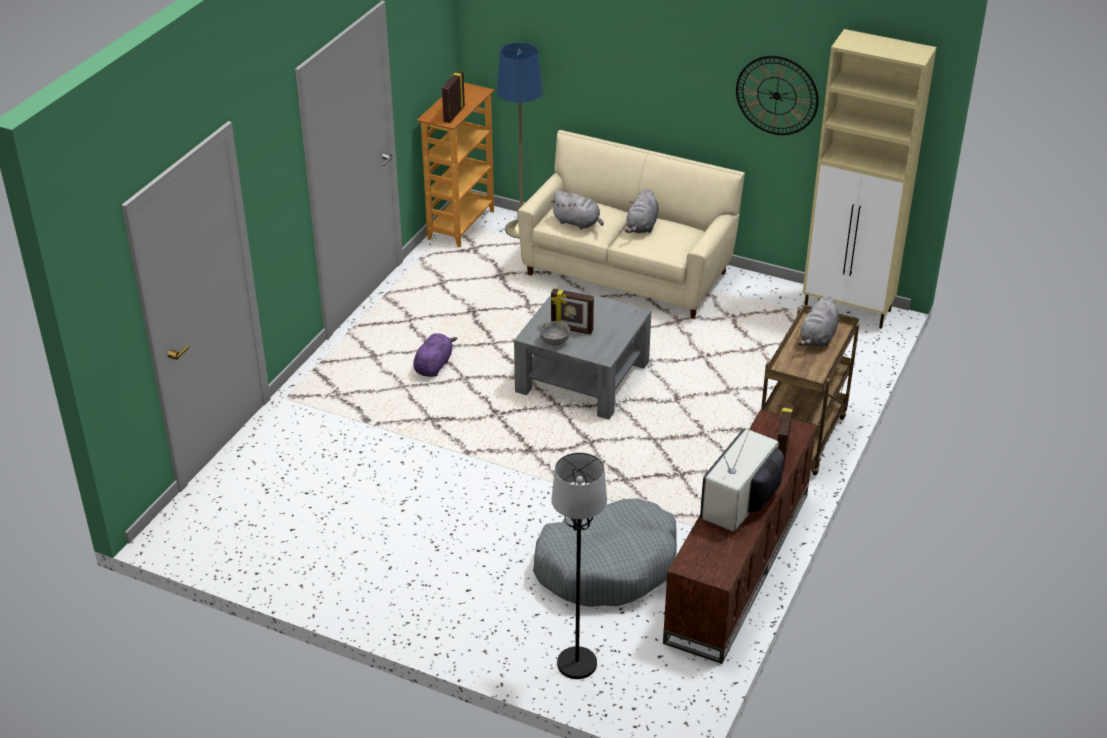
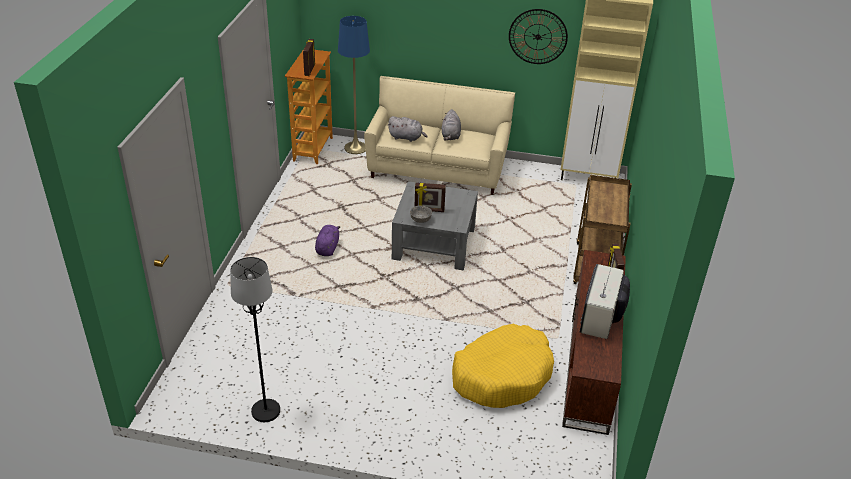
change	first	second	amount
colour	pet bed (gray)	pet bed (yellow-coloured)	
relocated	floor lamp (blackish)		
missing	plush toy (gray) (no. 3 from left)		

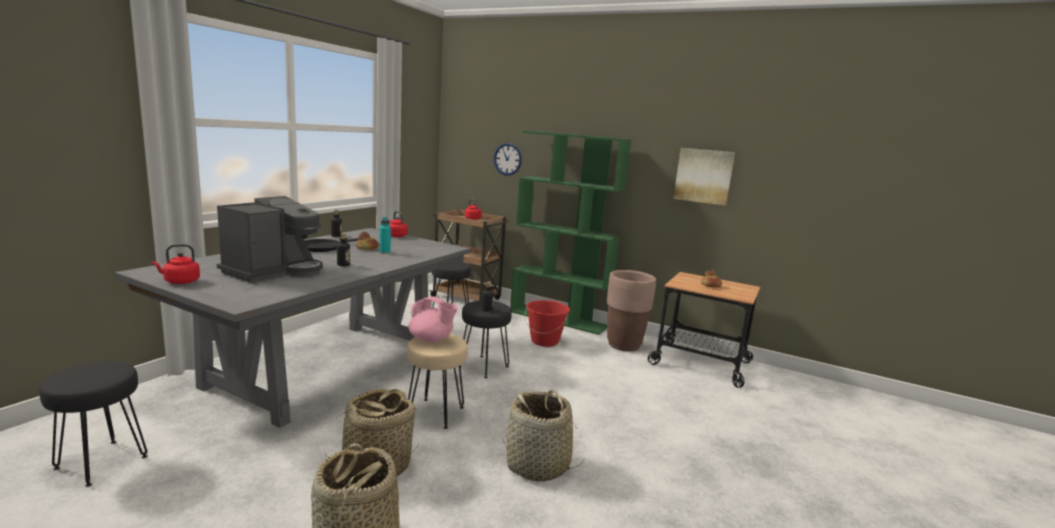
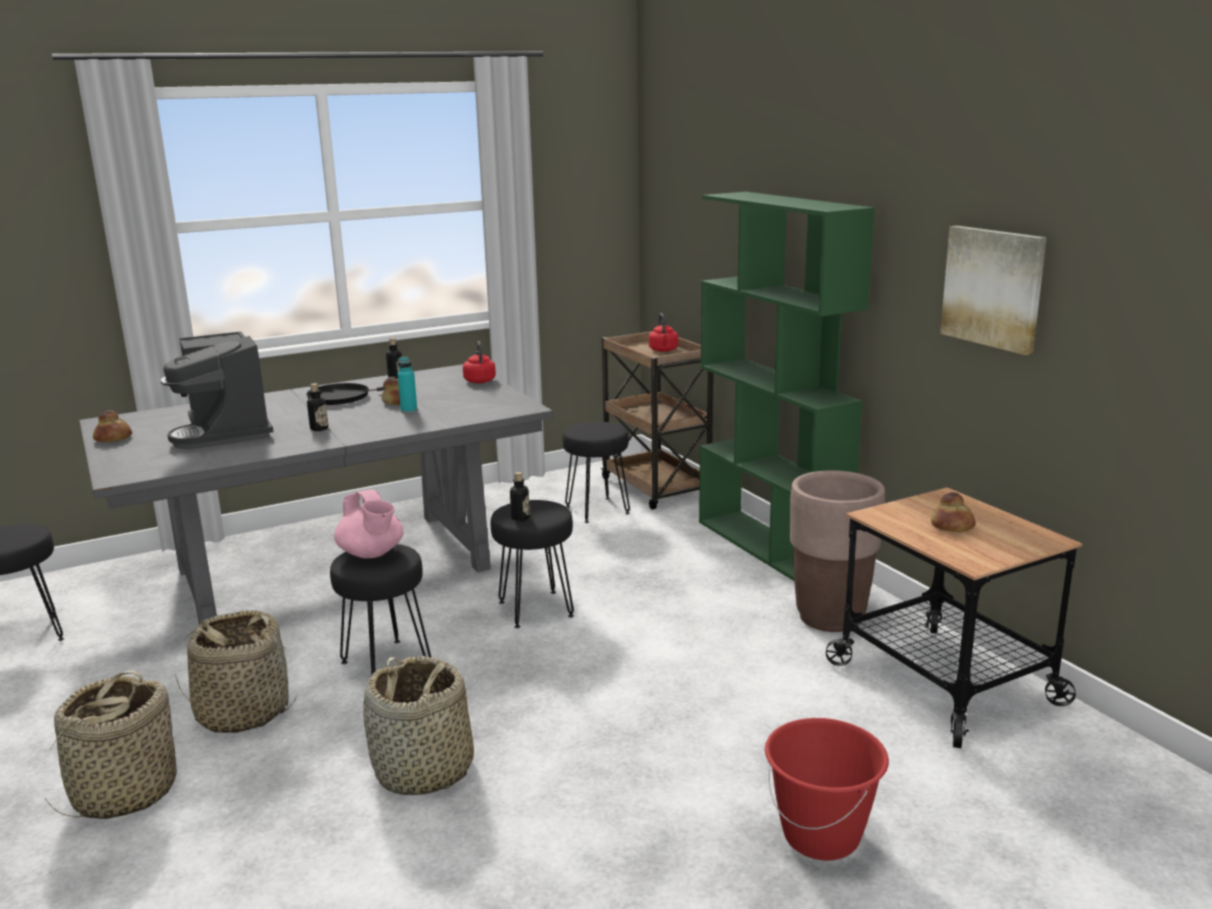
change	first	second	amount
exchanged	kettle (red) (no. 1 from left)	bakery bread (no. 1 from left)	
spun	coffee brewer		90 degrees clockwise
colour	sitting stool (beige-coloured)	sitting stool (blackish) (no. 2 from left)	
missing	clock on the wall		
relocated	water bucket (red)		

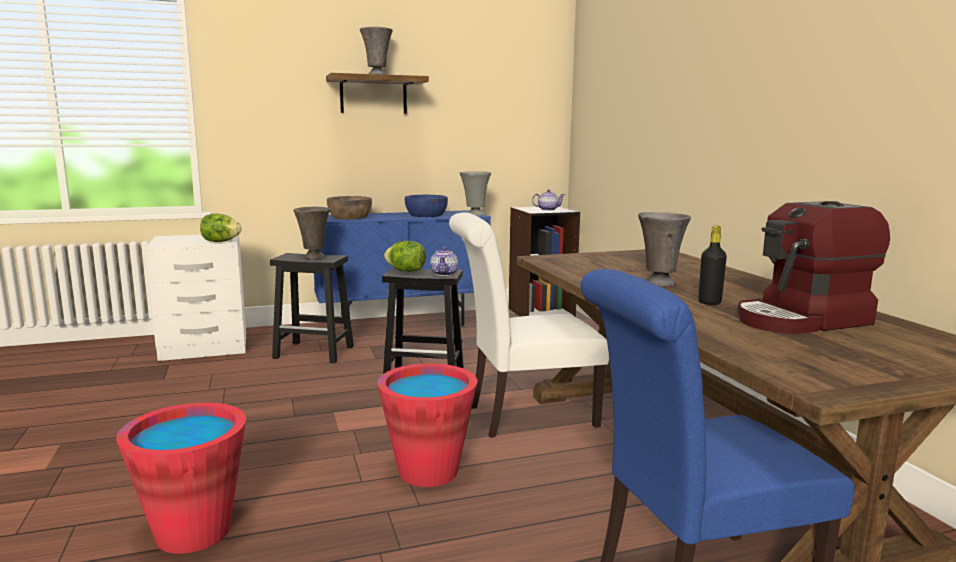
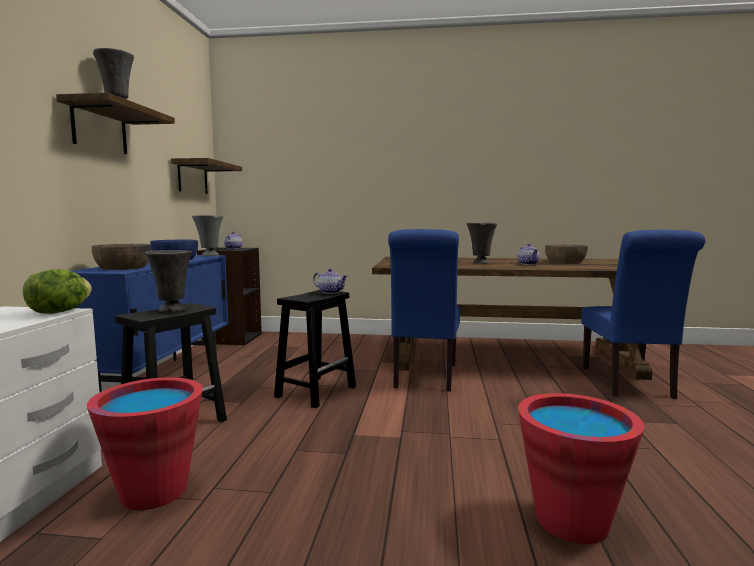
change	first	second	amount
relocated	water bucket (red) (no. 2 from left in the first image)	water bucket (red) (no. 1 from left)	
missing	lettuce head (no. 2 from left)		
colour	upright chair (whitish)	upright chair (blue-coloured) (no. 1 from left)	
exchanged	bottle (blackish)	tea pot (no. 3 from left)	
exchanged	coffee brewer	bowl (brown) (no. 2 from left)	
appeared		shelf (no. 2 from left)	

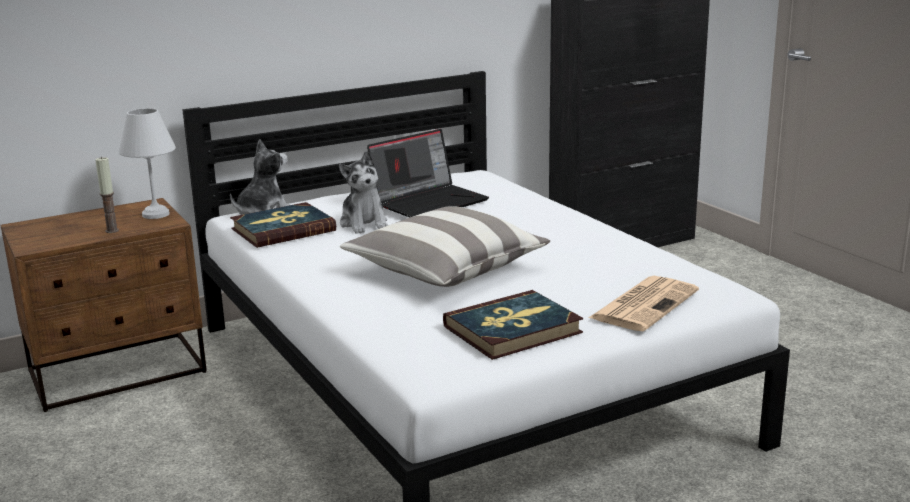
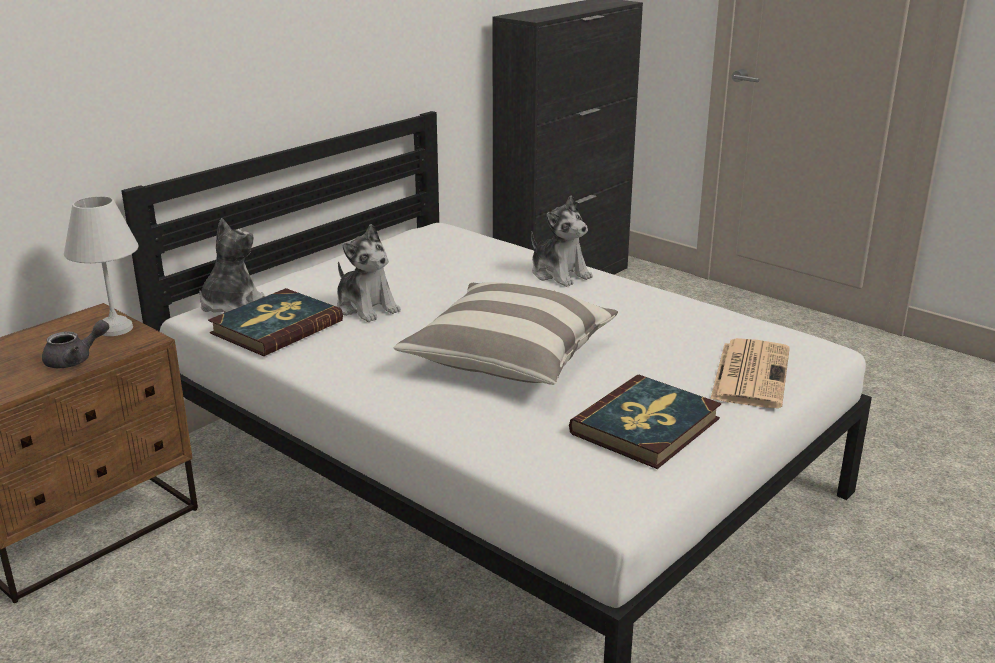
change	first	second	amount
exchanged	wax candle	tea pot (gray)	
missing	portable computer		
appeared		plush toy (no. 3 from left)	

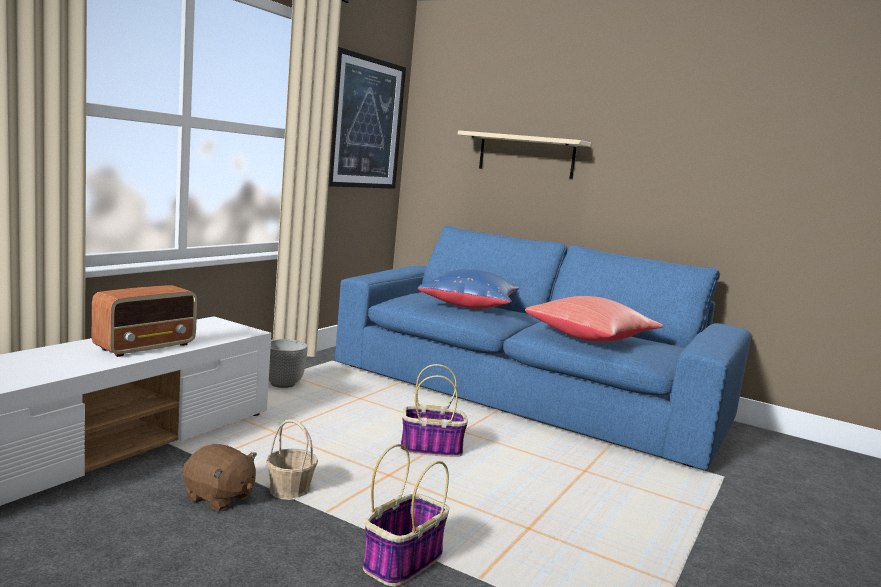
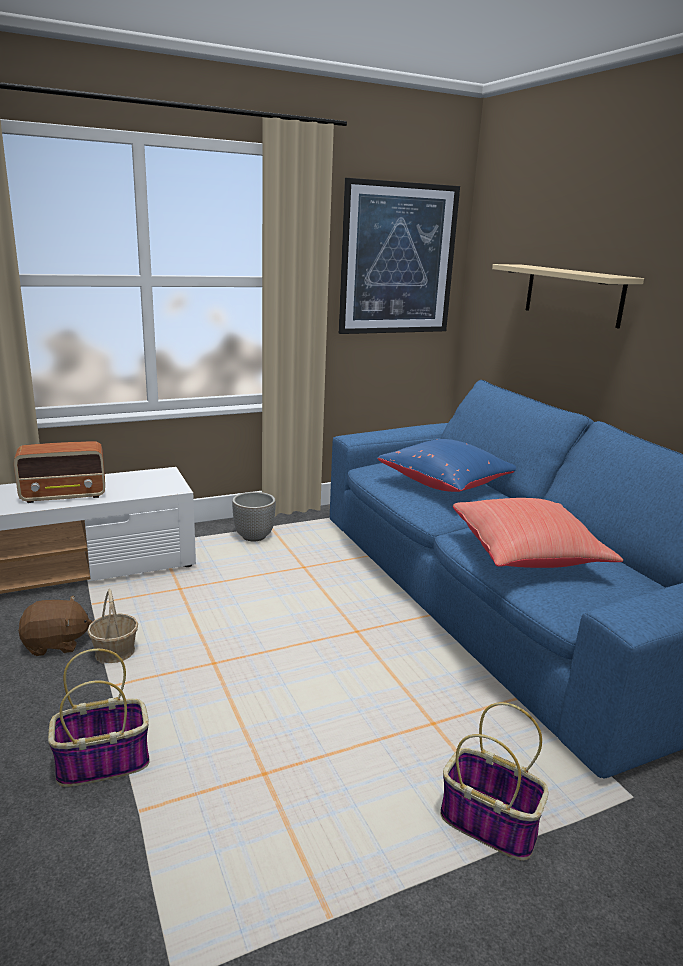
change	first	second	amount
spun	plush toy (brown)		75 degrees counterclockwise
relocated	storage basket (no. 3 from left)		

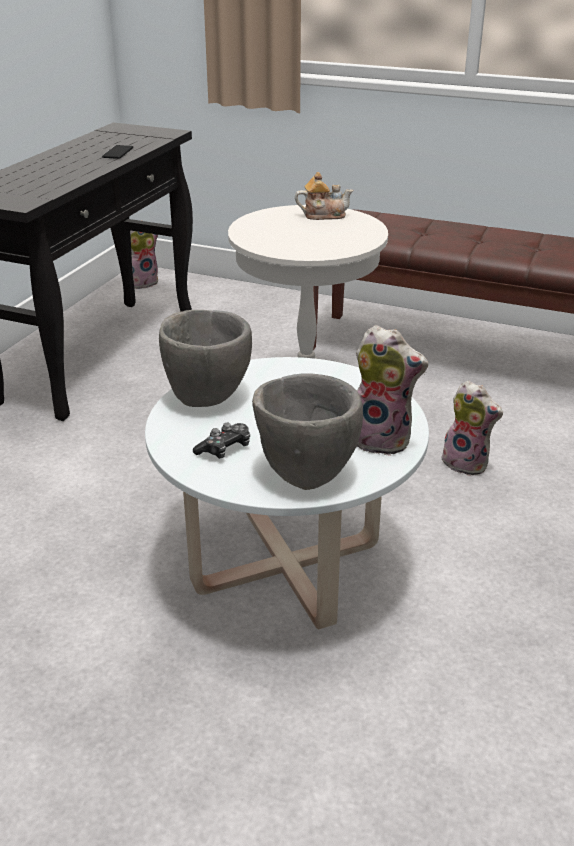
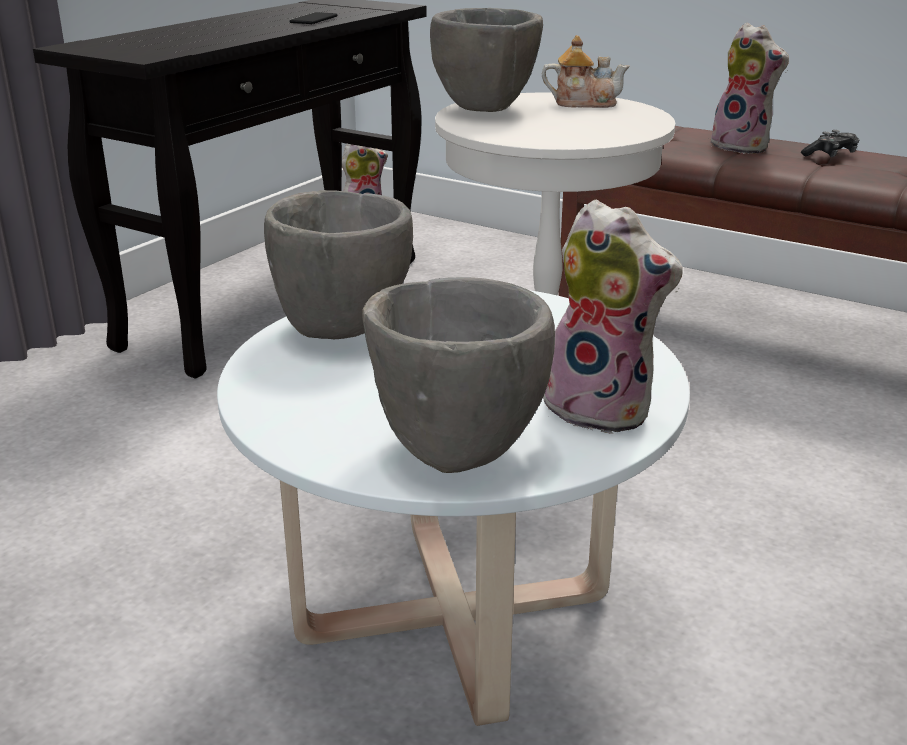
change	first	second	amount
relocated	game controller		
relocated	plush toy (no. 3 from left)		
appeared		bowl (gray) (no. 3 from left)	

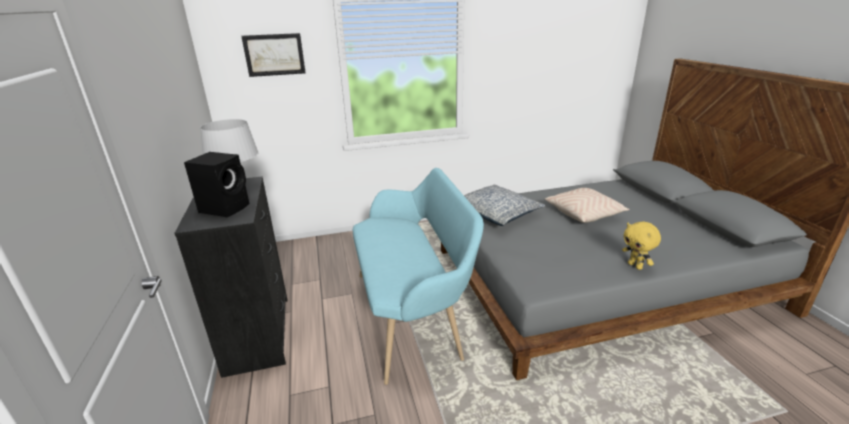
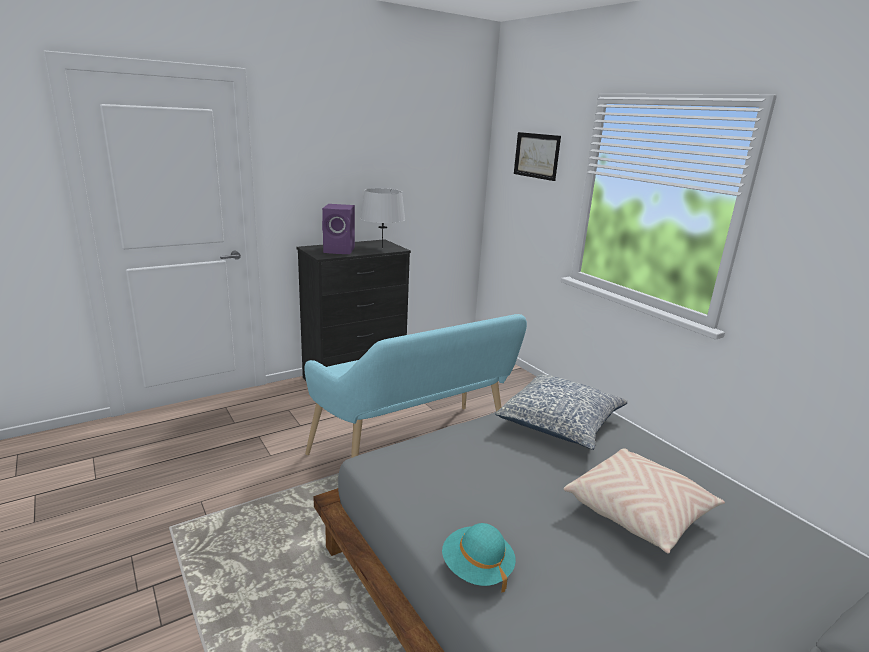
change	first	second	amount
colour	loudspeaker (blackish)	loudspeaker (purple)	
exchanged	plush toy (yellow-coloured)	wearable hat (turquoise-coloured)	

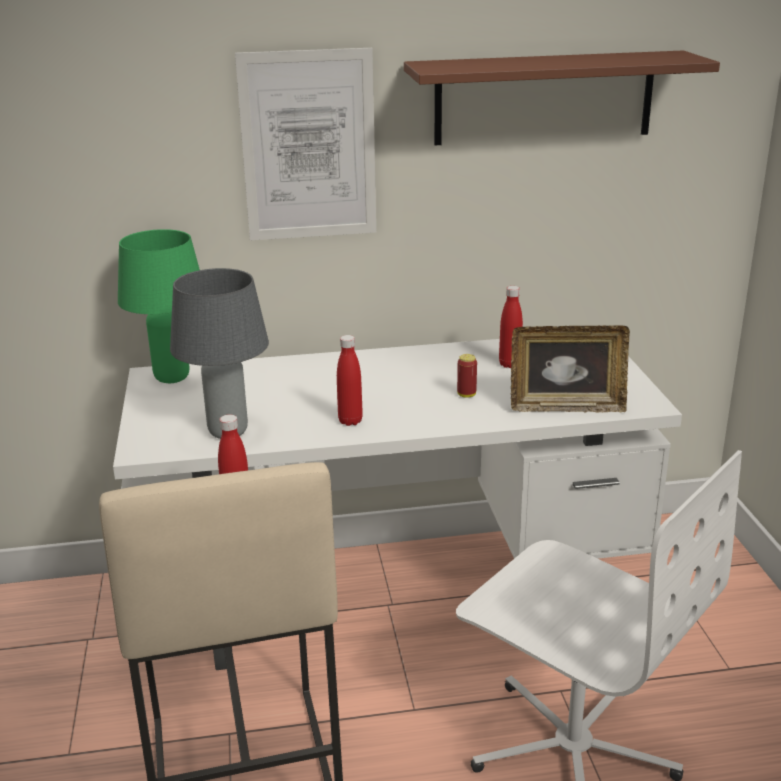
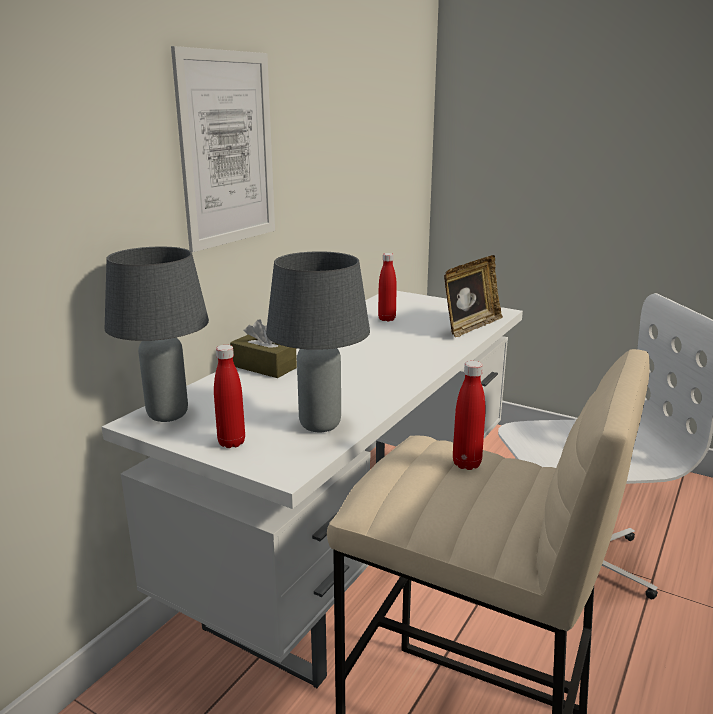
change	first	second	amount
colour	lamp for a table (green)	lamp for a table (gray) (no. 1 from left)	
relocated	bottle (red) (no. 2 from left in the first image)	bottle (red) (no. 1 from left)	
missing	shelf (brown)		
missing	can		
appeared		tissue box (brown)	

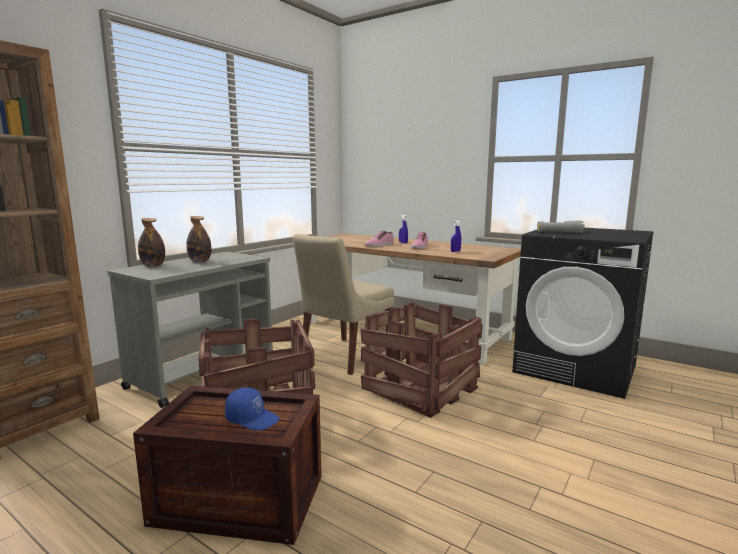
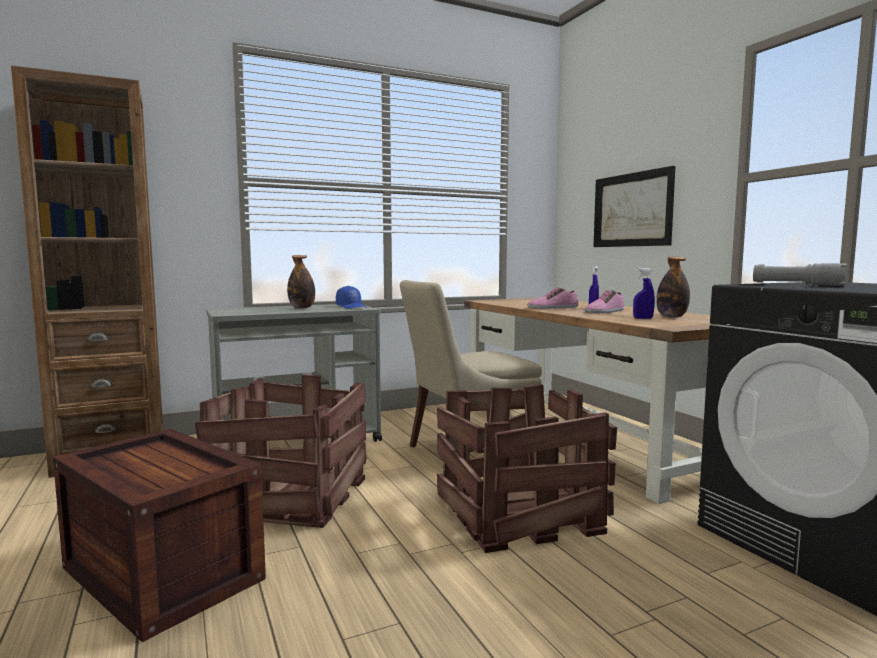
change	first	second	amount
relocated	bottle (no. 1 from left in the first image)	bottle (no. 2 from left)	
relocated	cap (blue-coloured)		
appeared		wall picture	

